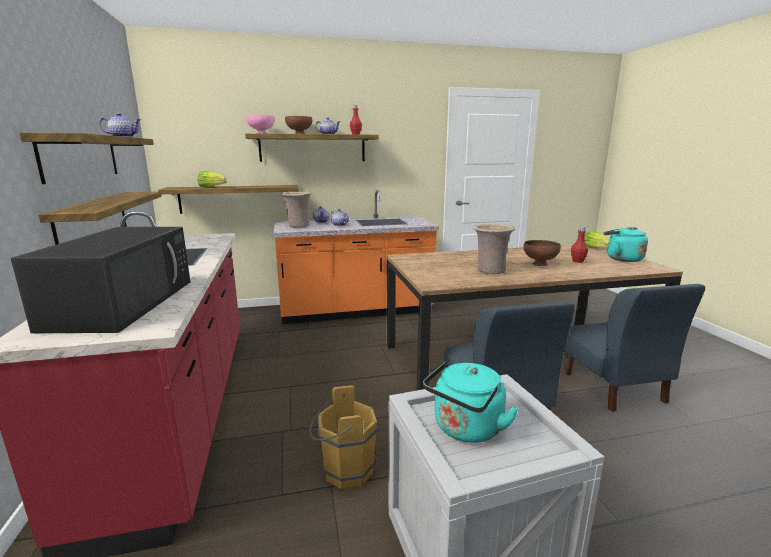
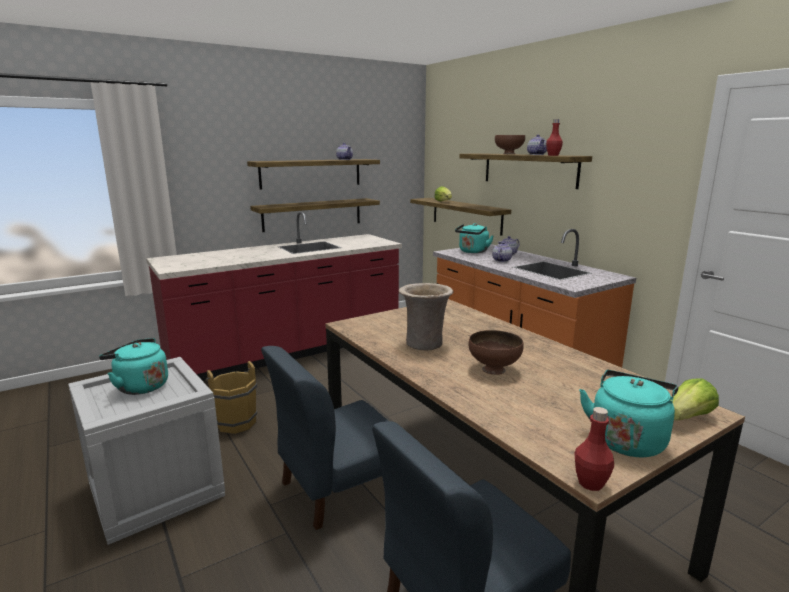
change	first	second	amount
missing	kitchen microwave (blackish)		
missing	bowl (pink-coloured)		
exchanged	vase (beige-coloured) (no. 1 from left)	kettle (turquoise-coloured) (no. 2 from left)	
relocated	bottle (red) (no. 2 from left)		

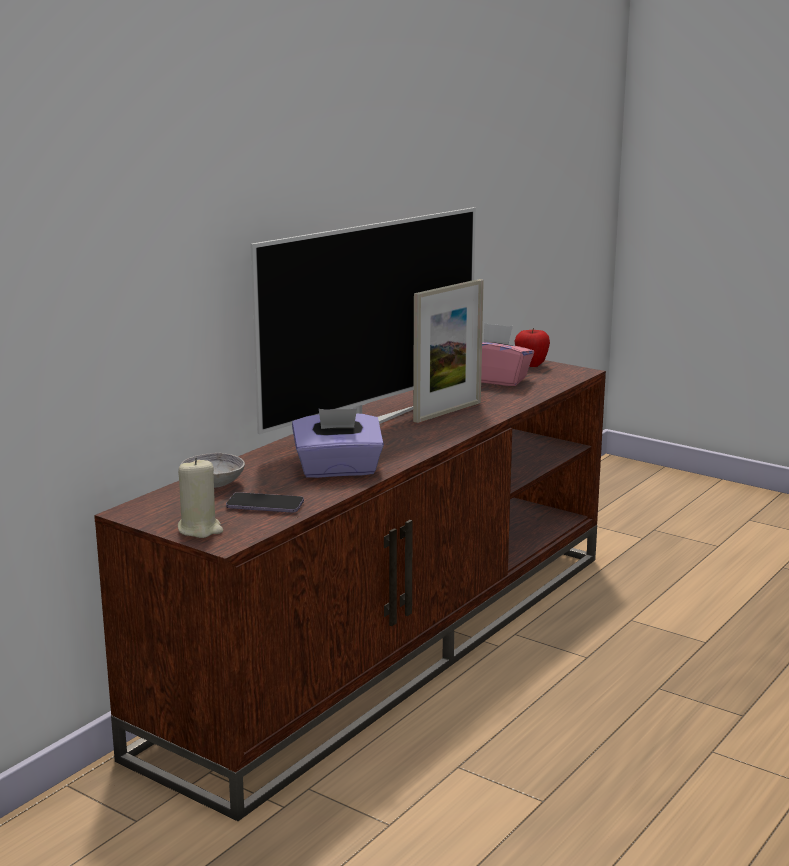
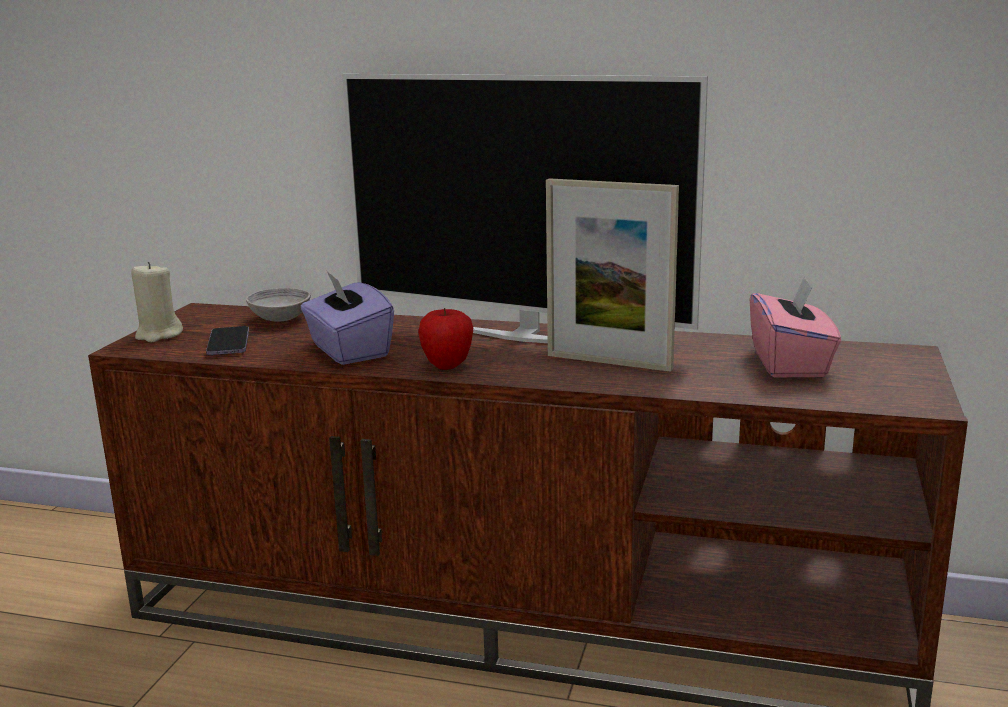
change	first	second	amount
relocated	apple		

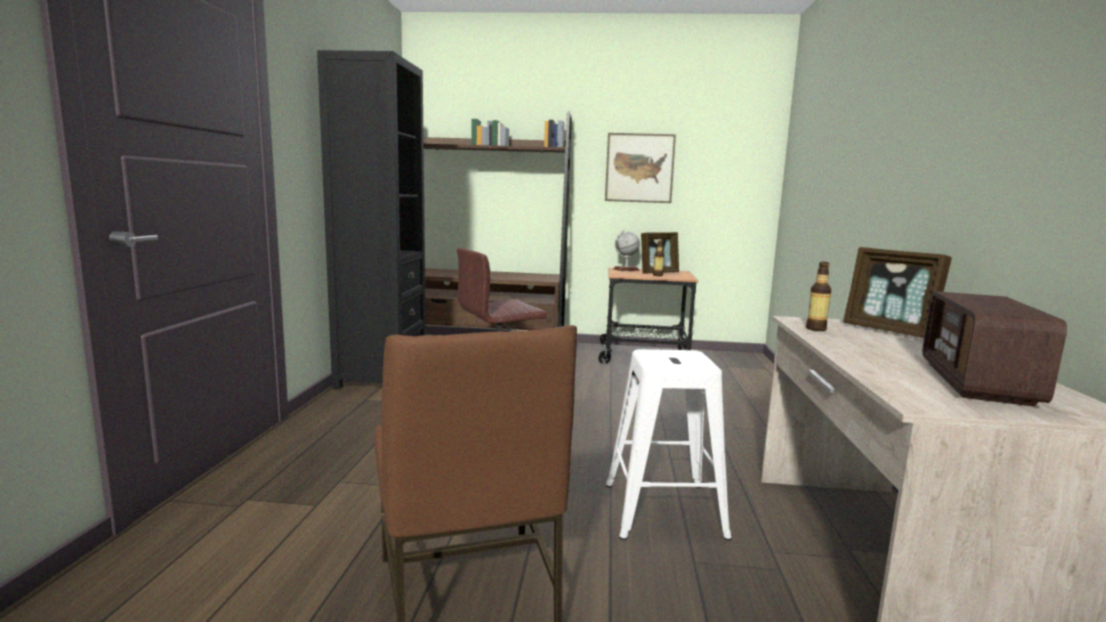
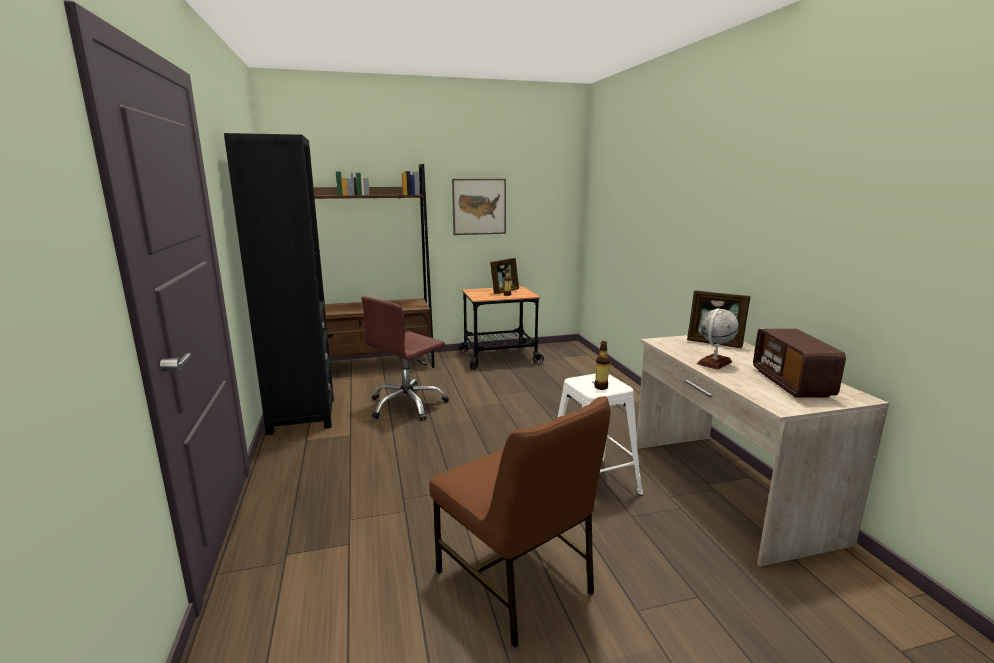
change	first	second	amount
relocated	desk globe		
relocated	bottle (no. 2 from left)		

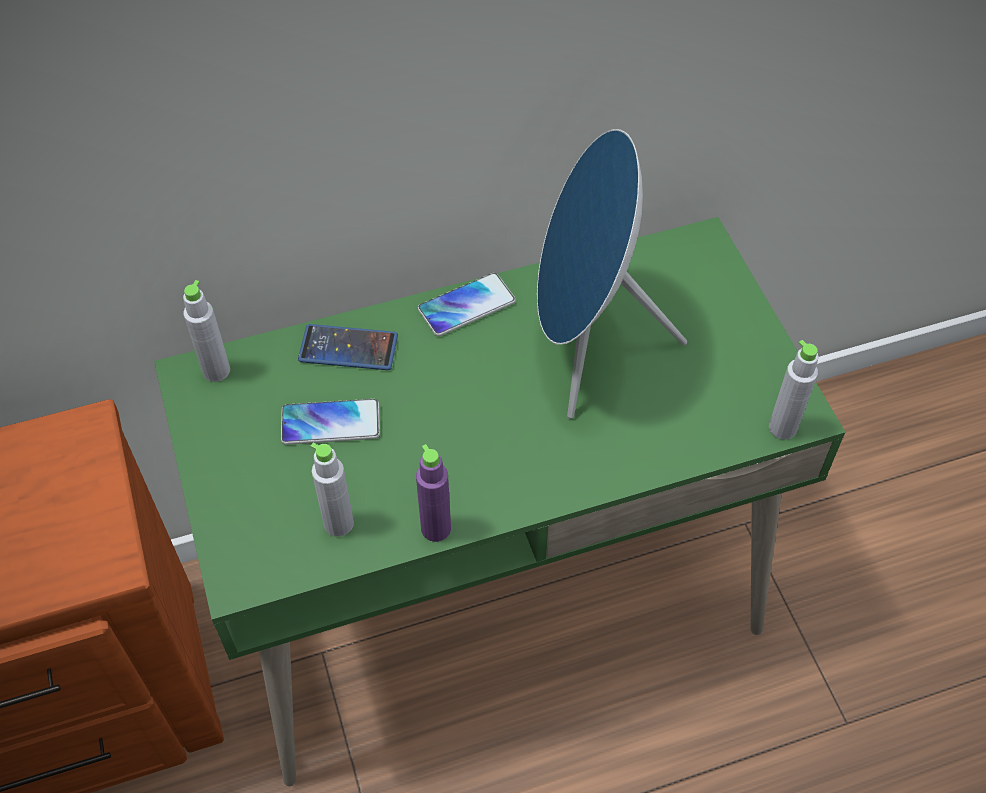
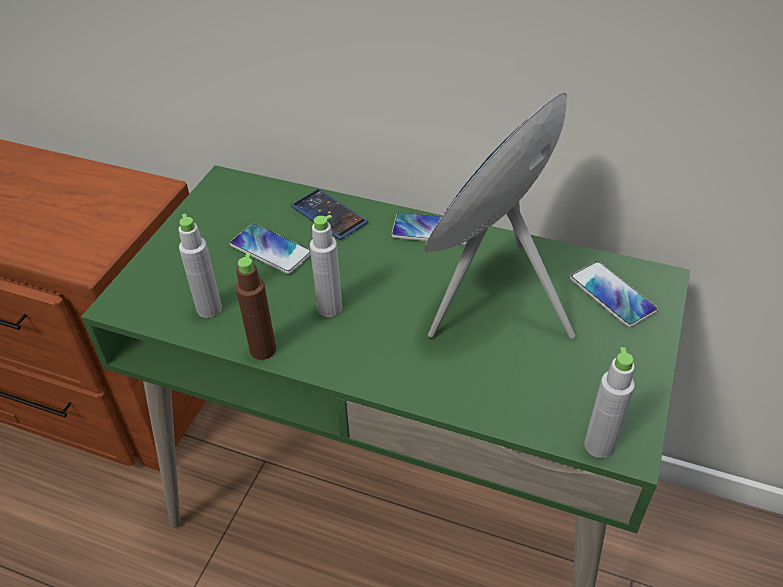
change	first	second	amount
relocated	bottle (gray) (no. 1 from left in the first image)	bottle (gray) (no. 2 from left)	
colour	bottle (purple)	bottle (brown)	
appeared		handset (no. 4 from left)	

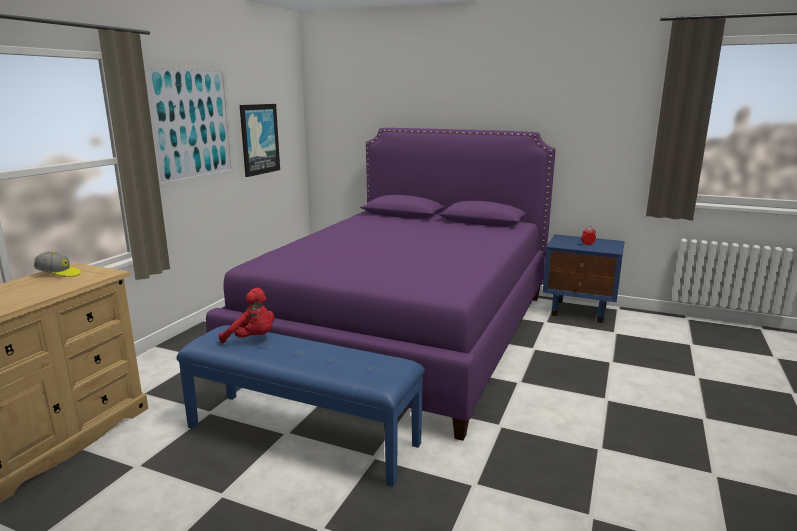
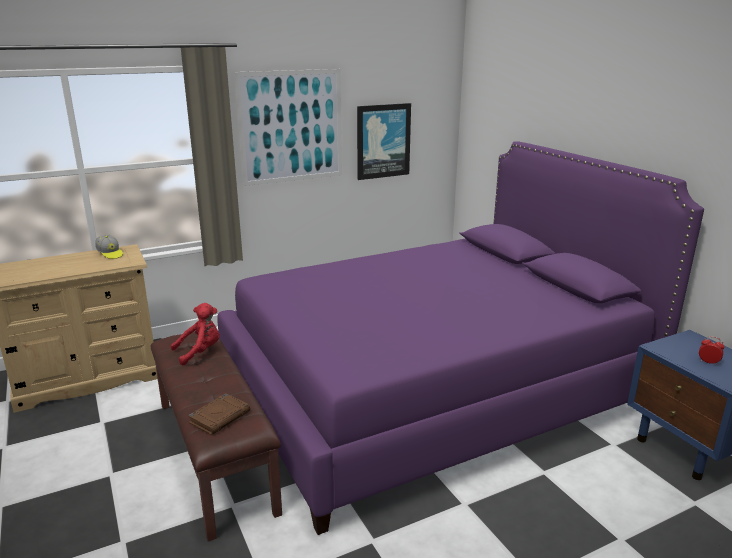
change	first	second	amount
colour	long seat (blue-coloured)	long seat (brown)	
spun	plush toy (red)		90 degrees counterclockwise
appeared		book (brown)	

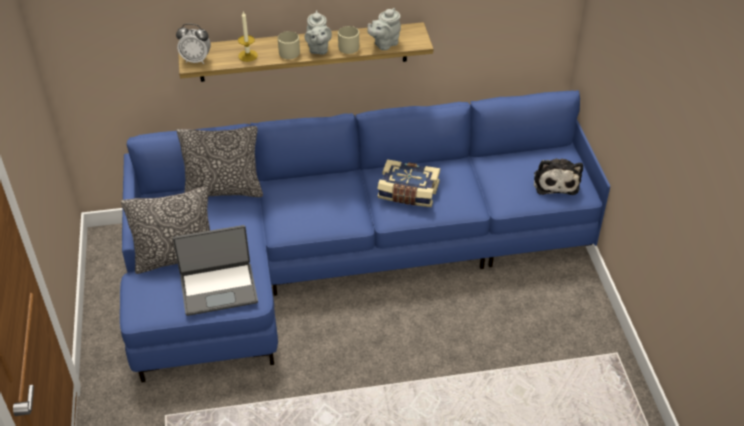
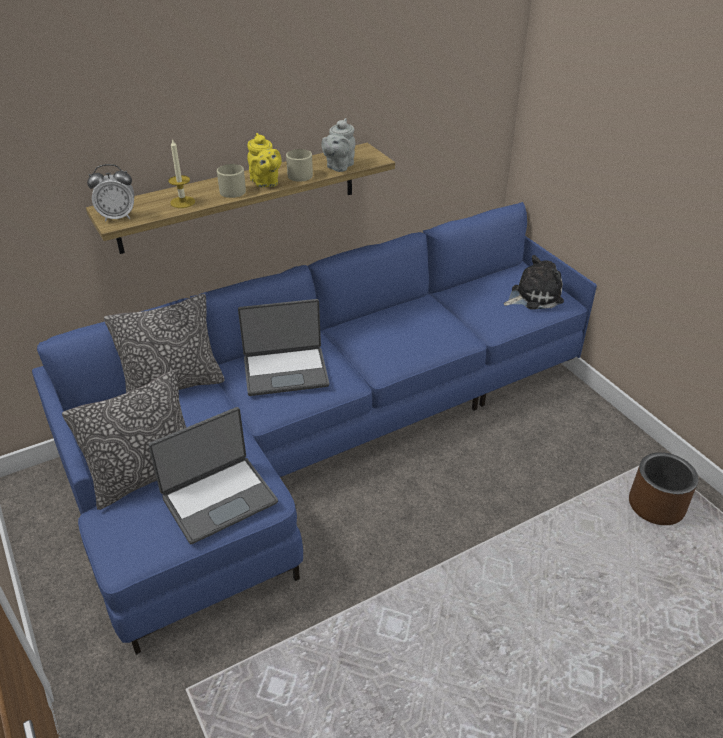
change	first	second	amount
colour	tea pot (gray) (no. 1 from left)	tea pot (yellow-coloured)	
missing	book		
spun	plush toy		90 degrees counterclockwise
appeared		portable computer (no. 2 from left)	
appeared		flower pot (brown)	

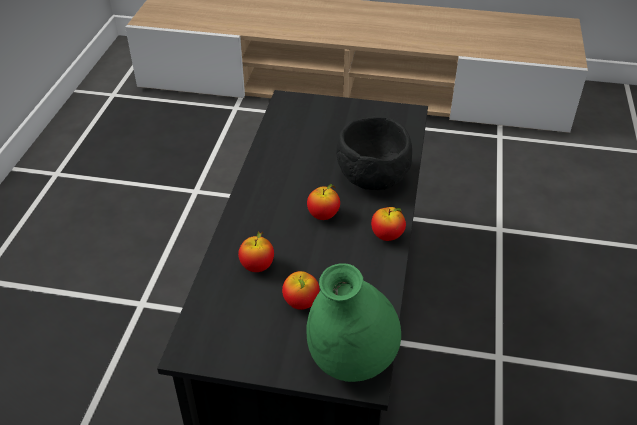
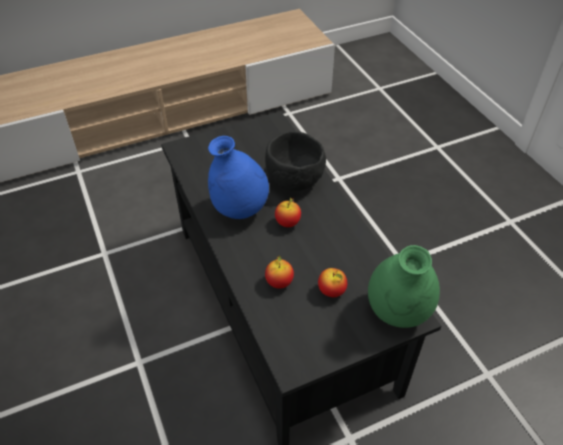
change	first	second	amount
missing	apple (no. 4 from left)		
appeared		vase (blue-coloured)	

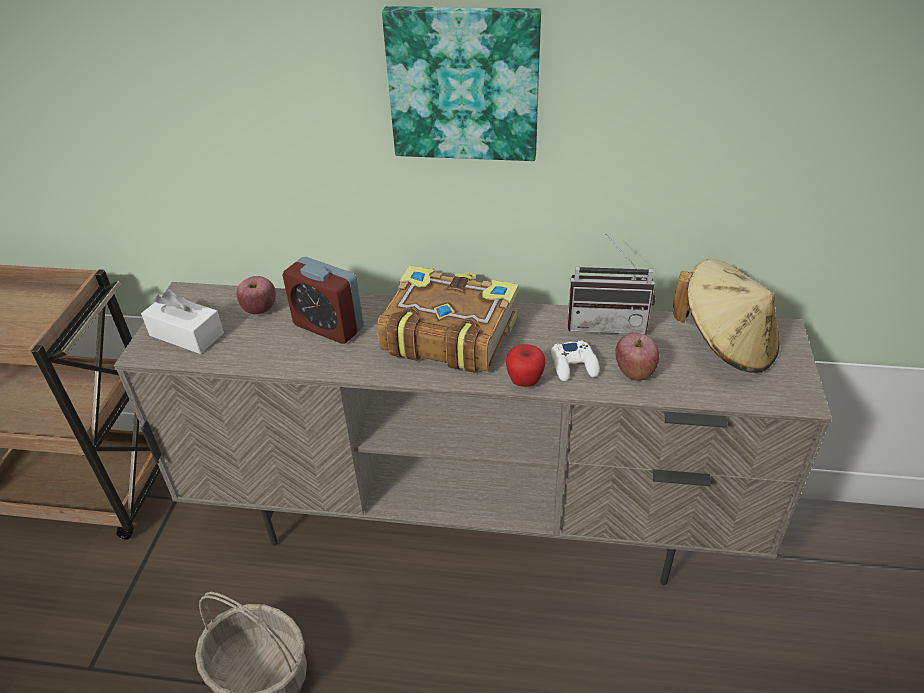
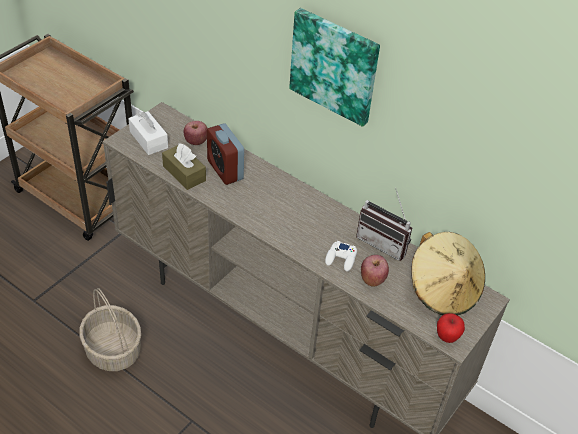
change	first	second	amount
missing	book		
relocated	apple (no. 2 from left in the first image)	apple (no. 3 from left)	
appeared		tissue box (brown)	

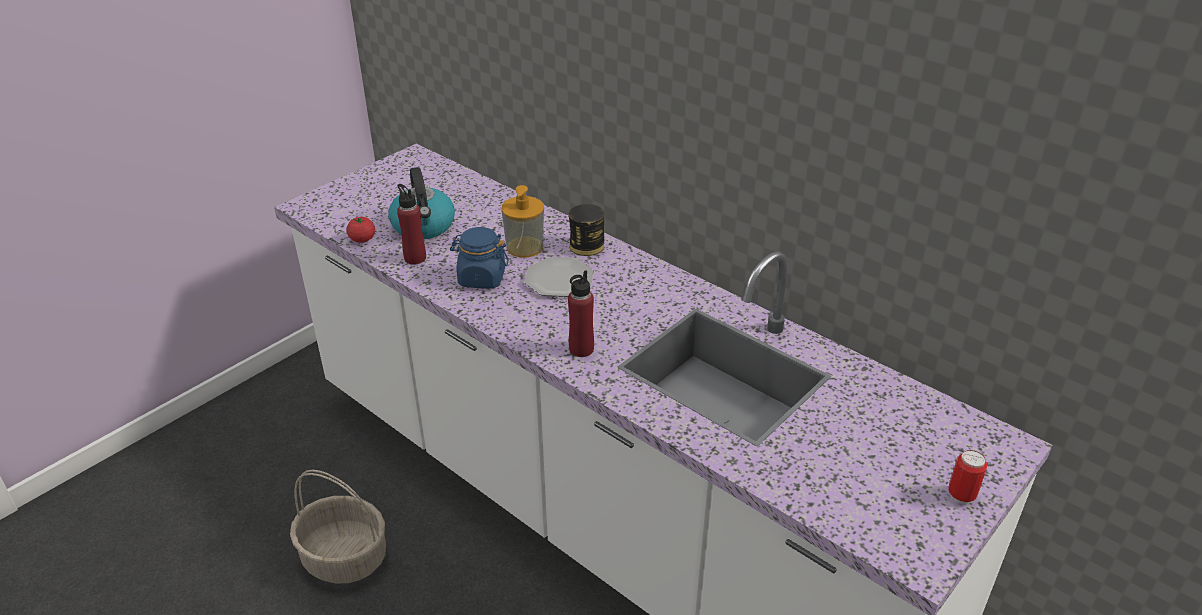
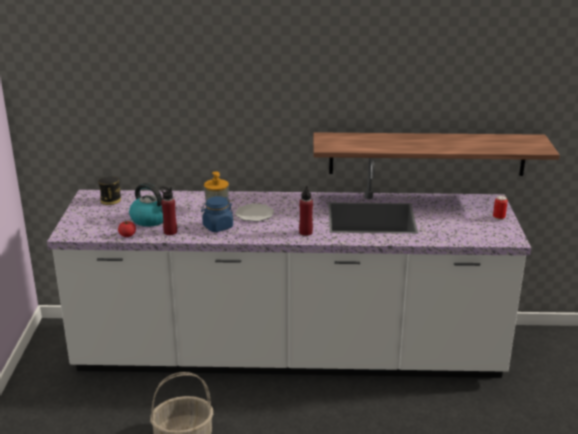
change	first	second	amount
relocated	can (no. 1 from left)		
appeared		shelf	

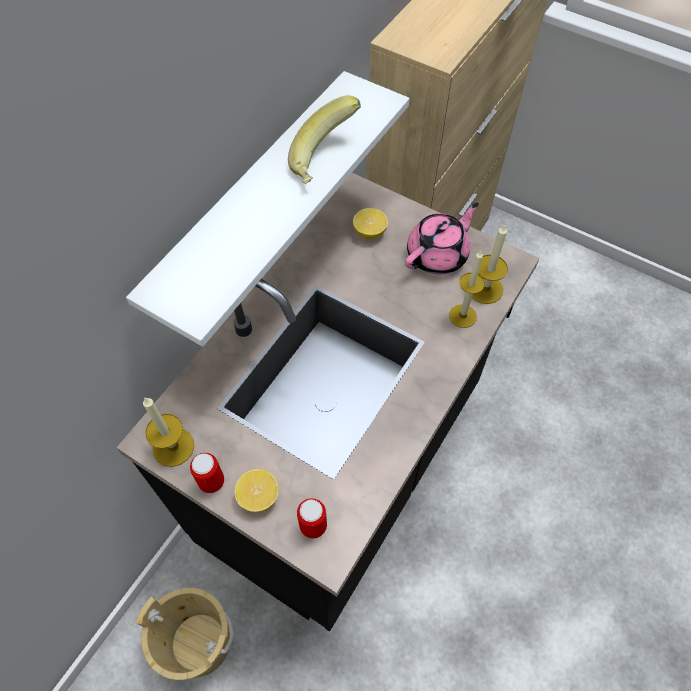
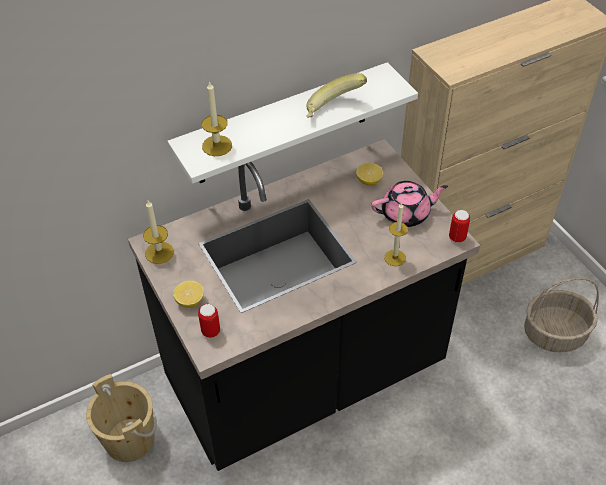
change	first	second	amount
relocated	can (no. 1 from left in the first image)	can (no. 2 from left)	
relocated	wax candle (no. 3 from left in the first image)	wax candle (no. 2 from left)	
appeared		storage basket	

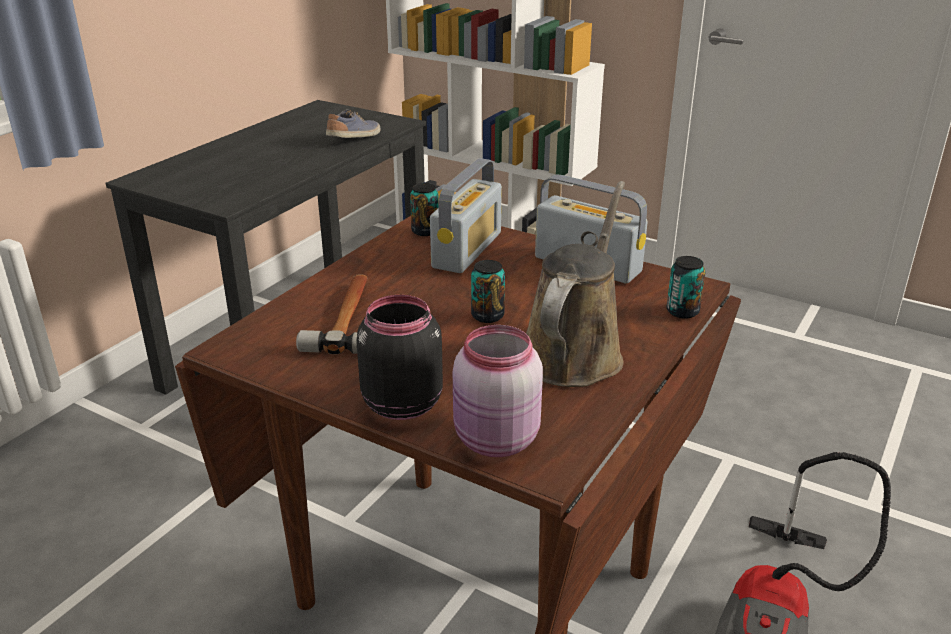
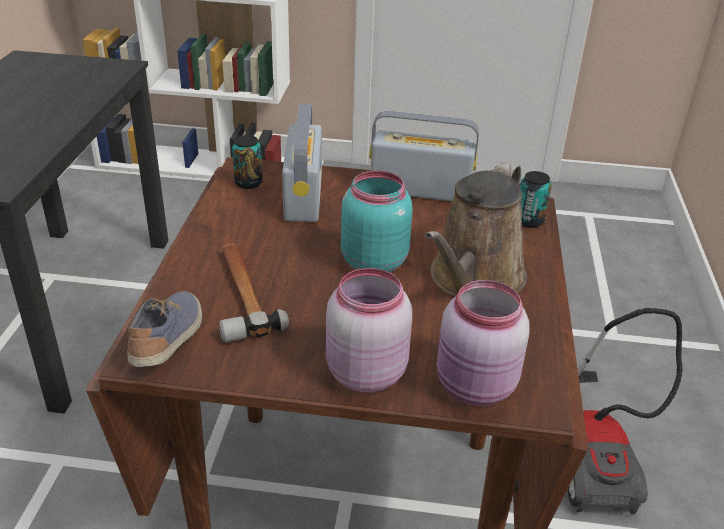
change	first	second	amount
relocated	shoe		
colour	preserve jar (blackish)	preserve jar (pink-coloured) (no. 1 from left)	
exchanged	can (no. 2 from left)	preserve jar (turquoise-coloured)	
spun	watering pot (brown)		150 degrees counterclockwise

